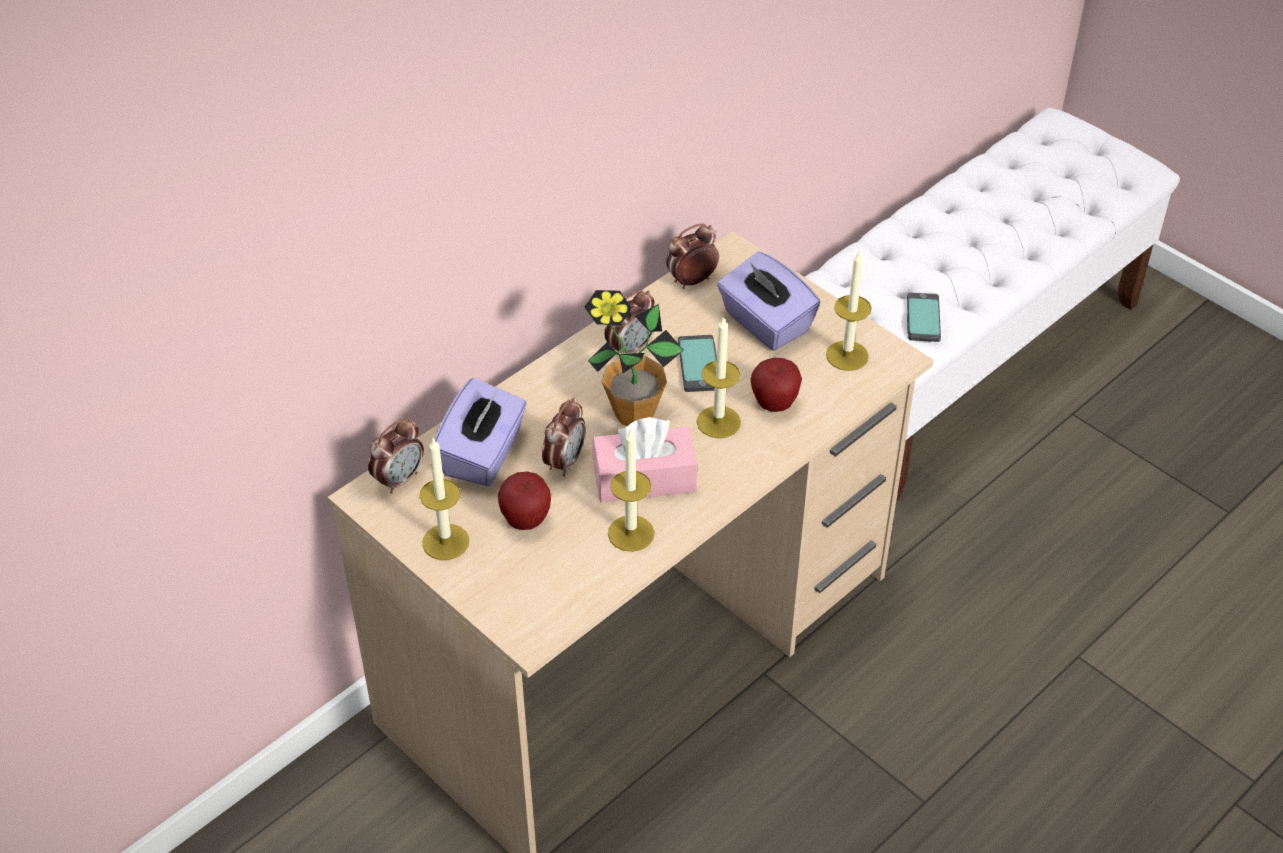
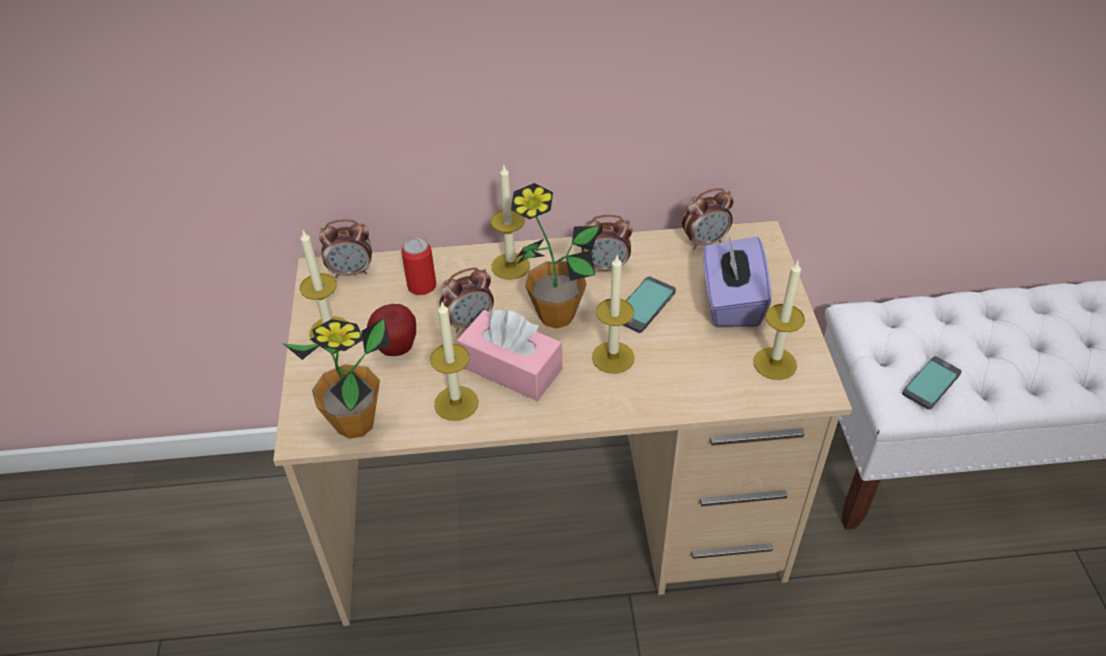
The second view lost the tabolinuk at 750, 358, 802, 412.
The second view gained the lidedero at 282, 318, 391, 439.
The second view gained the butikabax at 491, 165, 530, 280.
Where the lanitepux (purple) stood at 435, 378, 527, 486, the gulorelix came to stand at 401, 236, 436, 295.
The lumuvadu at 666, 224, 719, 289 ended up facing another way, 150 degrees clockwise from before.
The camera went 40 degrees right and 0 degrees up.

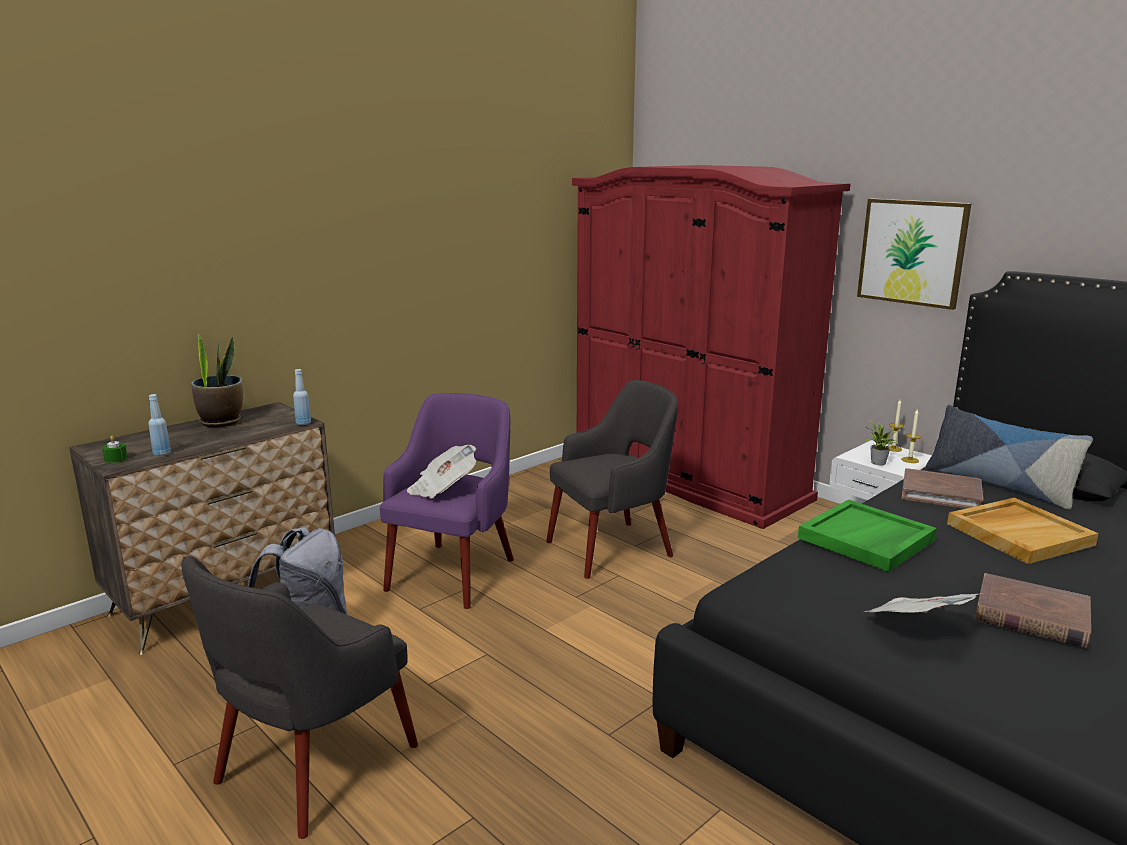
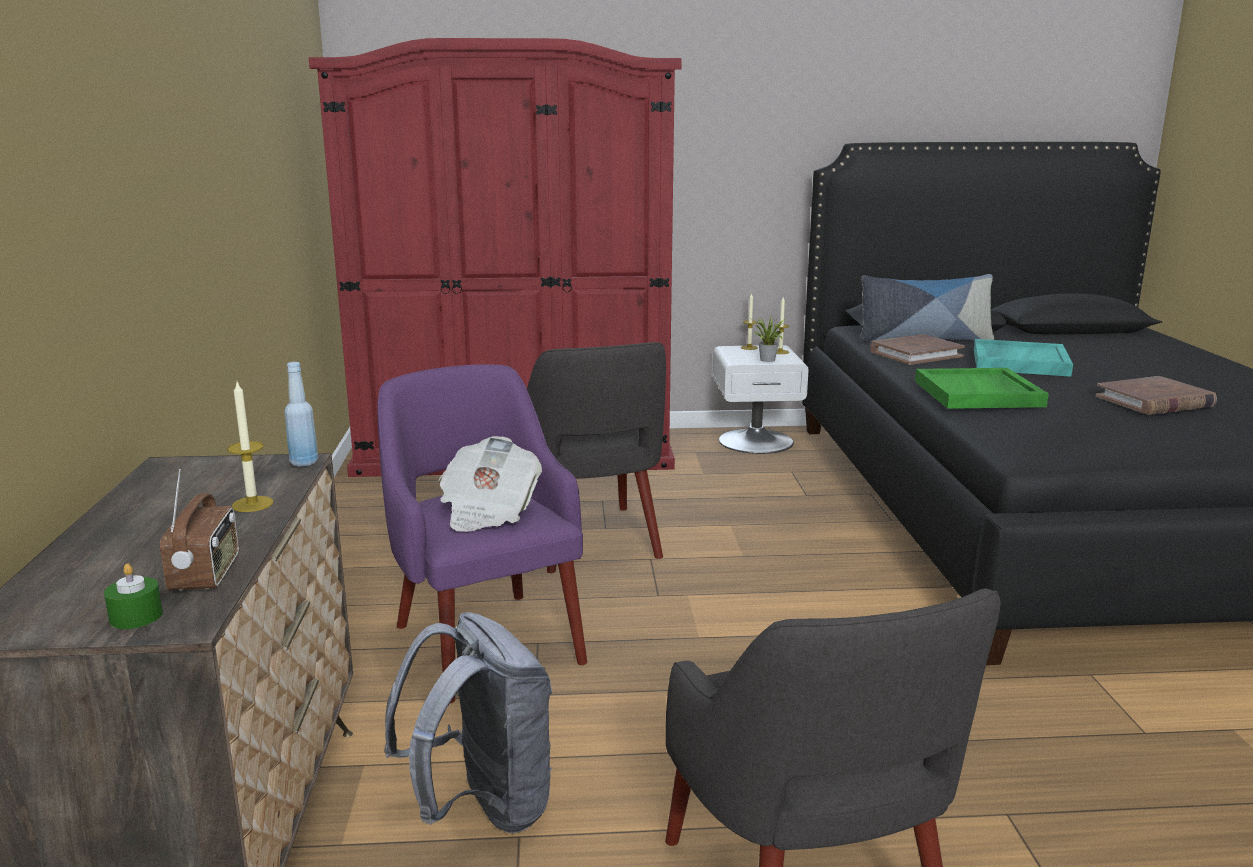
The second view lost the lidedero at 191, 333, 243, 427.
The second view lost the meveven at 857, 198, 971, 310.
The second view lost the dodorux at 864, 594, 978, 613.
The second view gained the butikabax at 227, 382, 273, 512.
Where the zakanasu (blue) stood at 148, 394, 171, 456, the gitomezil came to stand at 160, 469, 239, 590.
What was the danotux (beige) at 947, 498, 1099, 564 turned into the danotux (turquoise) at 974, 339, 1073, 377.
The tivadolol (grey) at 546, 380, 678, 579 ended up facing another way, 150 degrees clockwise from before.
The camera went 50 degrees left and 0 degrees up.

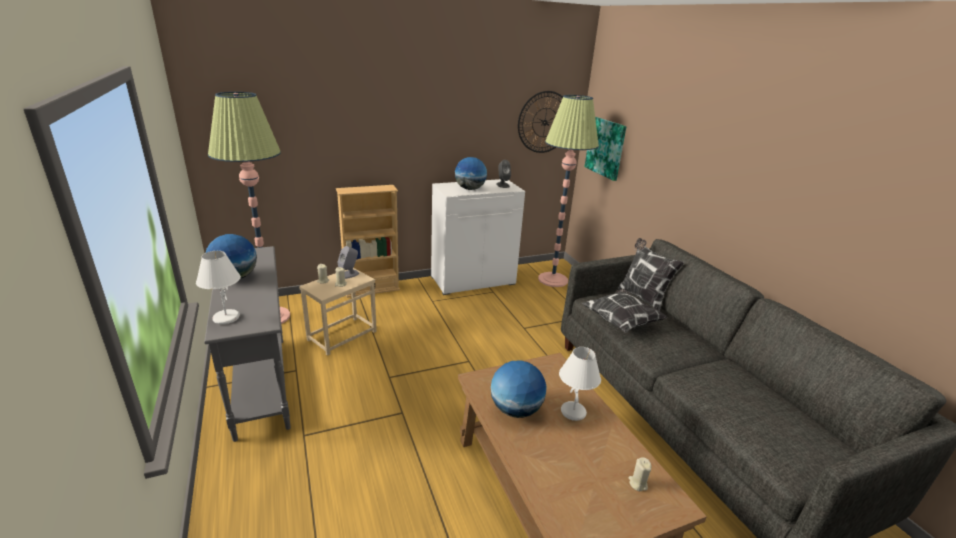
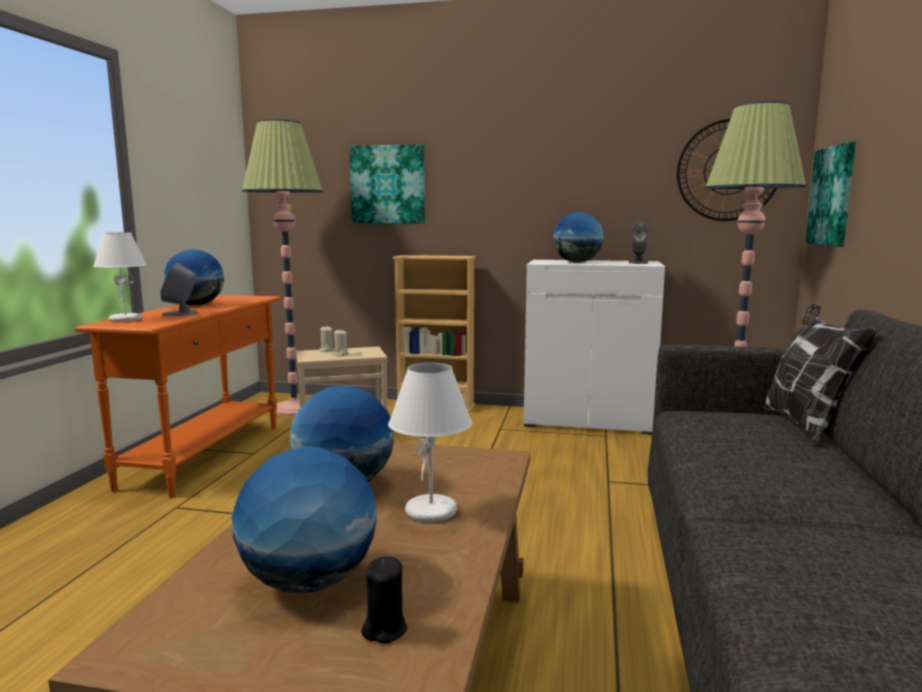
The second view lost the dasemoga at 582, 289, 668, 333.
The second view gained the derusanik at 232, 447, 377, 593.
The second view gained the meveven at 349, 144, 425, 223.
The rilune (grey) ended up elsewhere, having gone from 338, 246, 359, 279 to 160, 263, 198, 316.
What was the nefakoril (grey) at 204, 246, 291, 442 turned into the nefakoril (orange) at 75, 295, 281, 498.
What was the butikabax (beige) at 629, 457, 651, 491 turned into the butikabax (black) at 361, 556, 408, 644.
The camera went 35 degrees right and 15 degrees down.

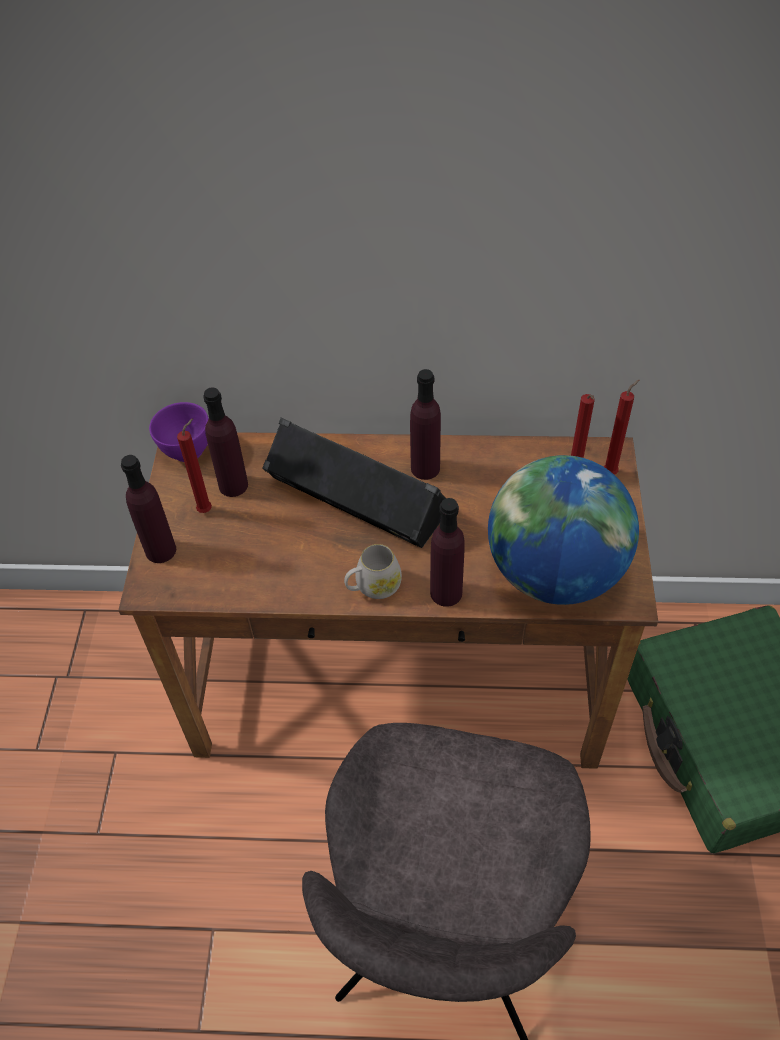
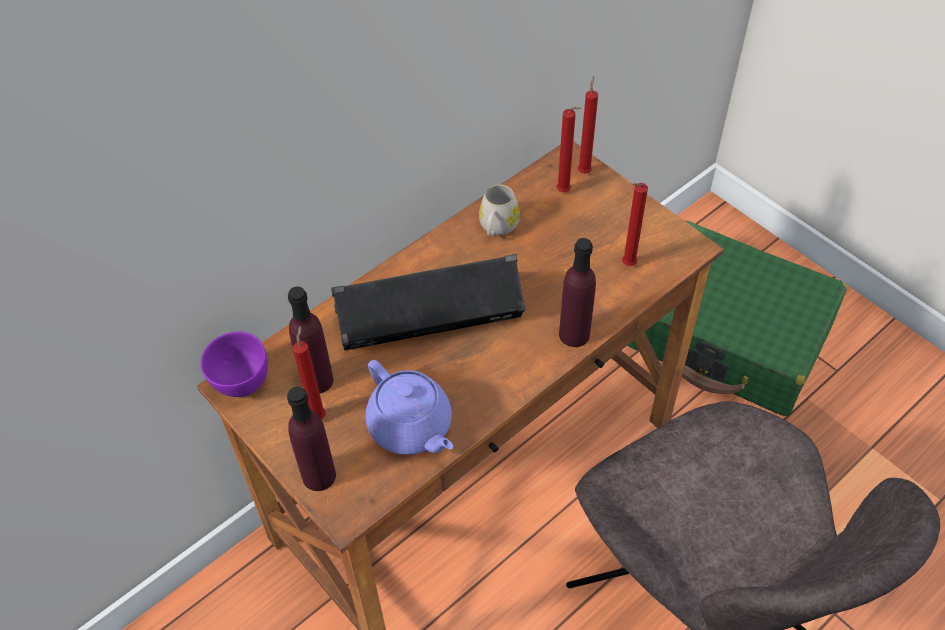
The second view lost the zakanasu (purple) at 410, 369, 441, 480.
The second view gained the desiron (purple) at 365, 360, 453, 455.
The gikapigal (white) ended up elsewhere, having gone from 344, 544, 402, 599 to 479, 184, 520, 236.
Where the derusanik stood at 488, 455, 639, 605, the butikabax (red) came to stand at 622, 183, 648, 266.
The camera went 45 degrees left and 0 degrees up.

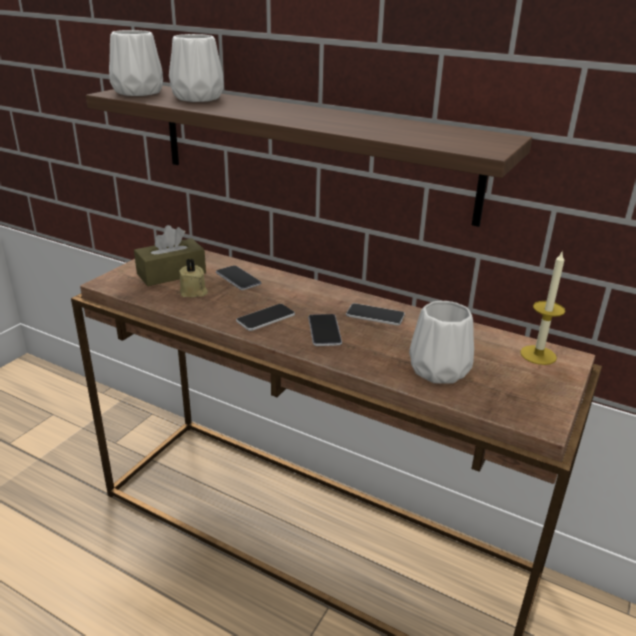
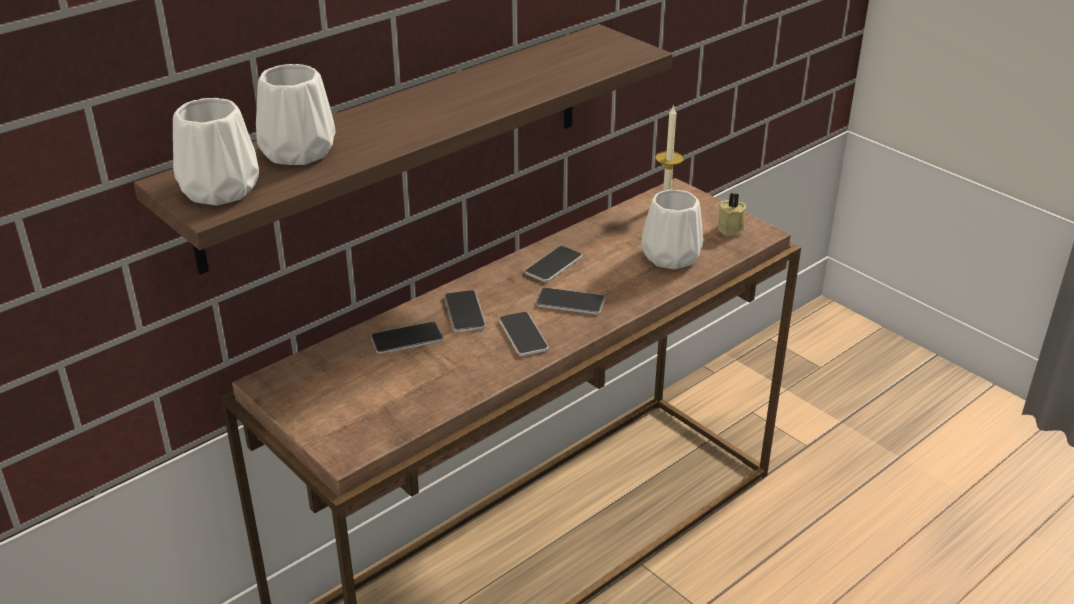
The second view lost the lanitepux (brown) at 134, 225, 206, 286.
The second view gained the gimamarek at 444, 290, 486, 332.
The butikabax (beige) ended up elsewhere, having gone from 179, 259, 208, 297 to 718, 193, 746, 236.
The camera went 70 degrees left and 5 degrees up.

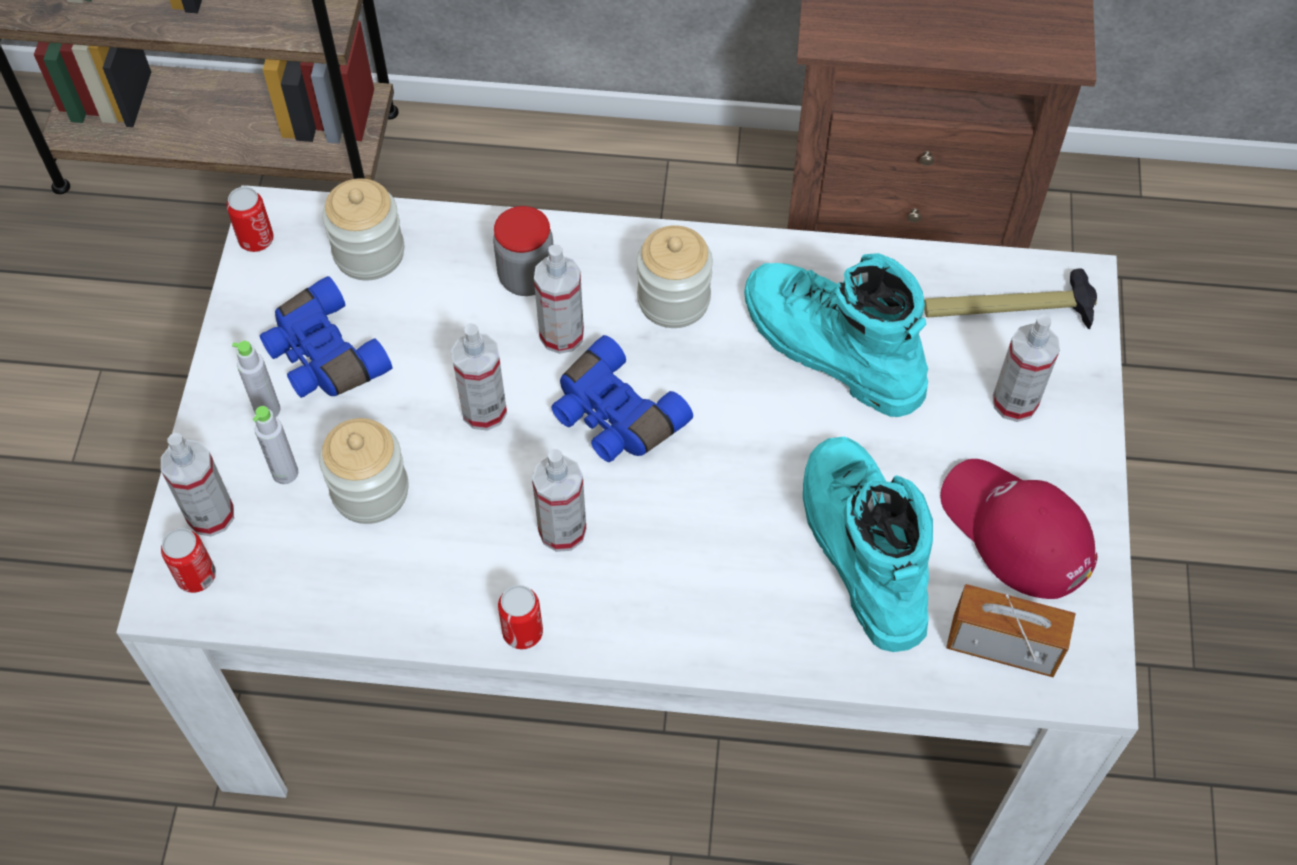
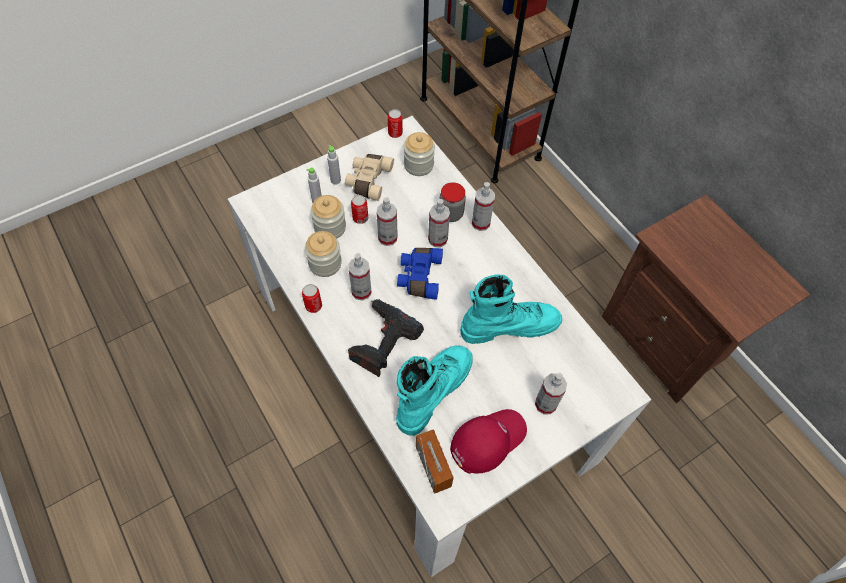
The second view lost the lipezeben at 924, 268, 1097, 329.
The second view gained the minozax at 348, 299, 424, 377.
The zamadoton ended up elsewhere, having gone from 161, 433, 234, 536 to 472, 182, 495, 231.
The gulorelix ended up elsewhere, having gone from 161, 528, 216, 593 to 351, 195, 368, 224.
The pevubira ended up elsewhere, having gone from 637, 225, 713, 328 to 305, 231, 342, 277.
What was the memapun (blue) at 260, 276, 392, 398 turned into the memapun (beige) at 345, 154, 394, 201.
The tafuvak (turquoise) at 744, 253, 928, 417 ended up facing another way, 75 degrees clockwise from before.
The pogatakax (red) at 940, 459, 1097, 599 ended up facing another way, 45 degrees clockwise from before.
The camera went 50 degrees right and 0 degrees up.

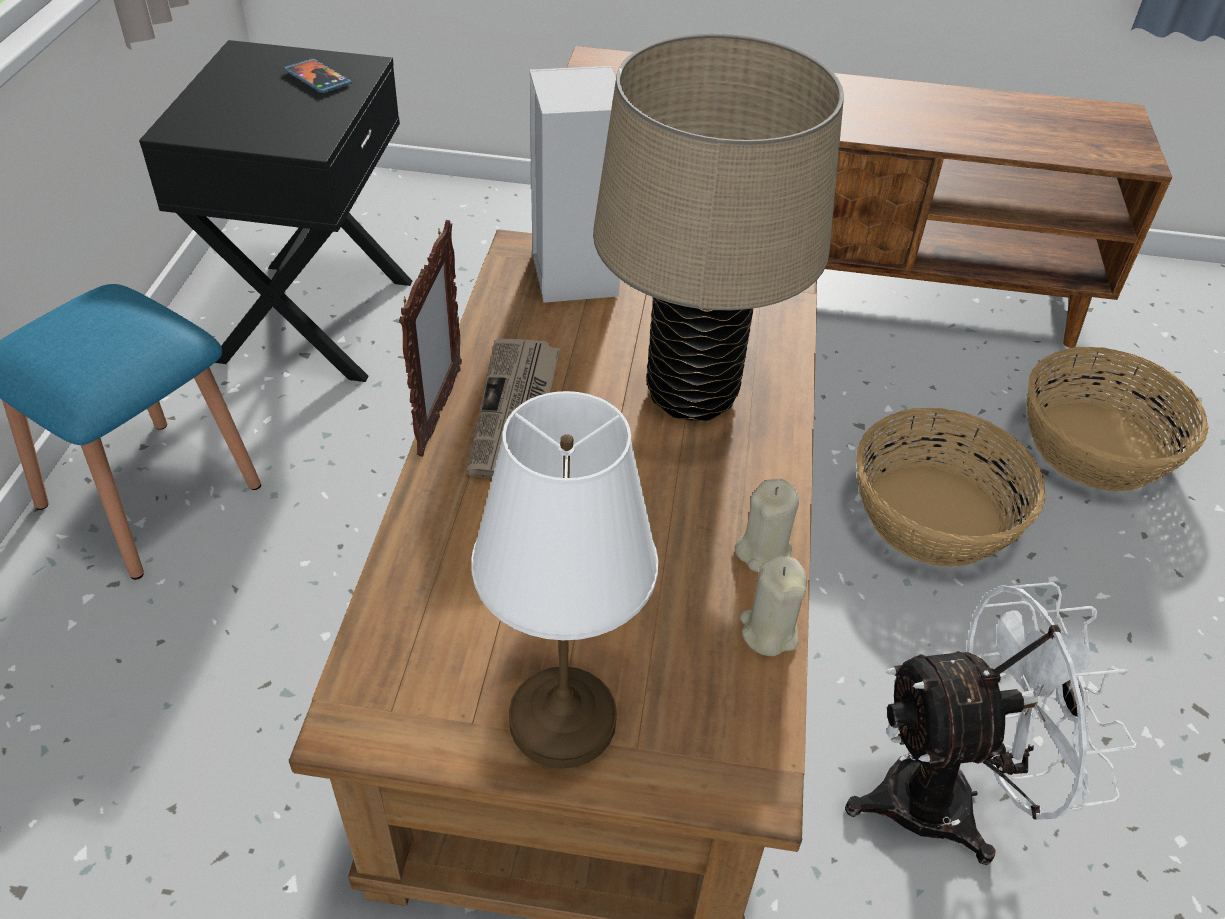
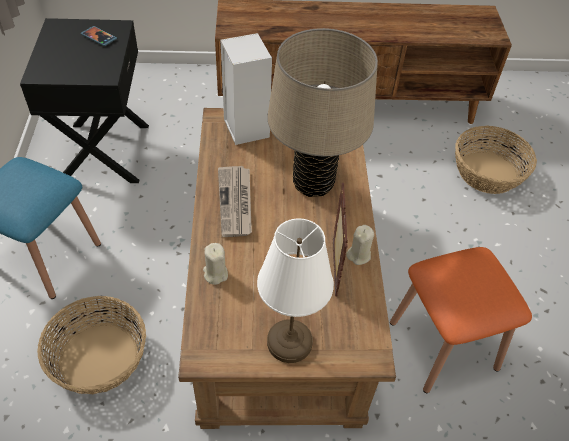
The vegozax ended up elsewhere, having gone from 399, 220, 462, 457 to 333, 183, 348, 297.
The butikabax (beige) ended up elsewhere, having gone from 740, 556, 807, 656 to 203, 243, 228, 285.
The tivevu ended up elsewhere, having gone from 856, 408, 1046, 567 to 37, 296, 146, 394.
Where the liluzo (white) stood at 845, 582, 1137, 865, the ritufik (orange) came to stand at 390, 247, 532, 393.
The camera went 10 degrees left and 5 degrees up.

